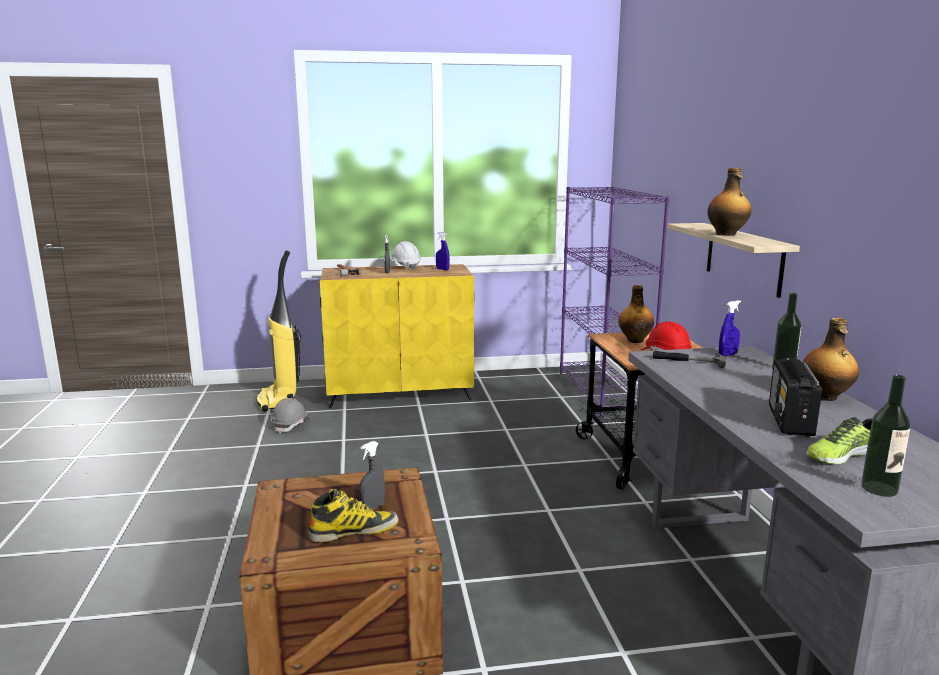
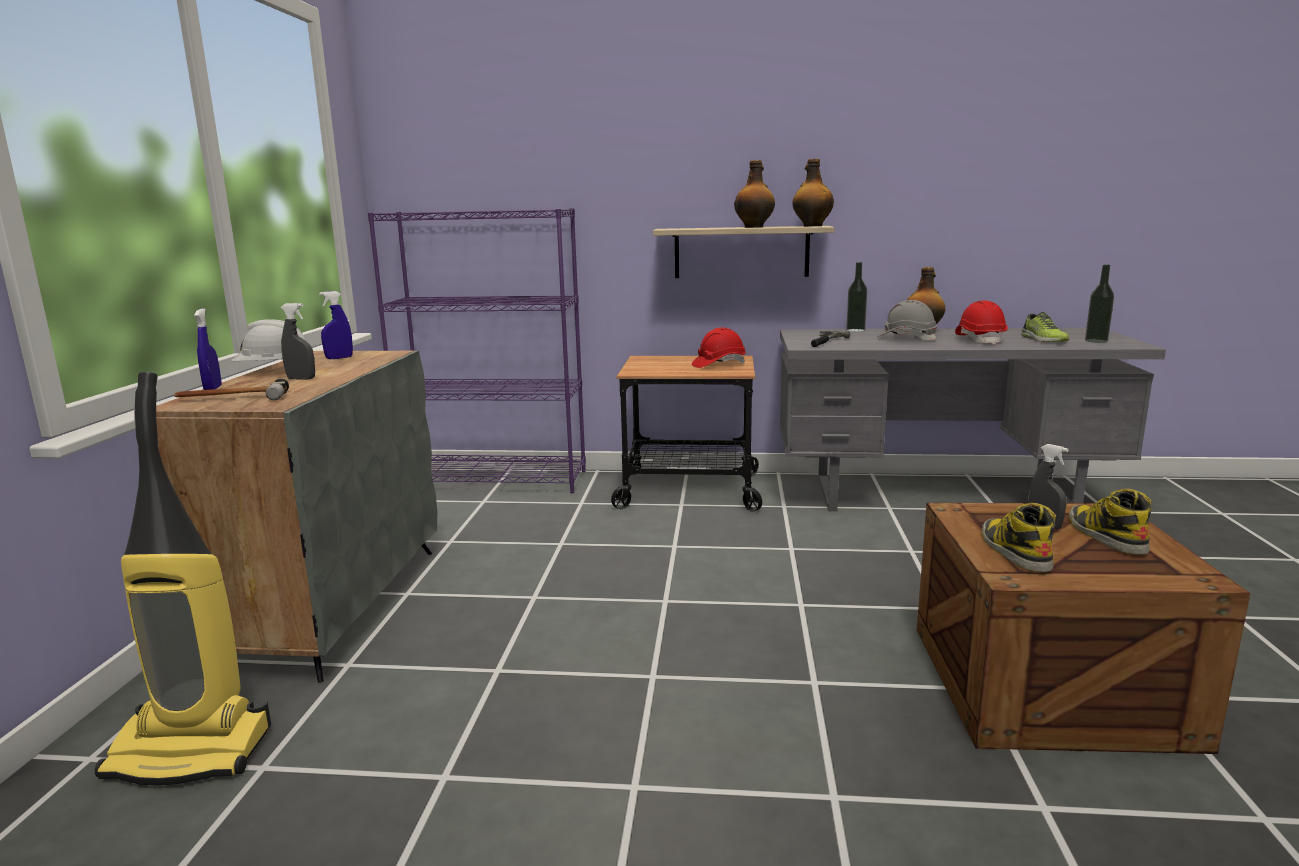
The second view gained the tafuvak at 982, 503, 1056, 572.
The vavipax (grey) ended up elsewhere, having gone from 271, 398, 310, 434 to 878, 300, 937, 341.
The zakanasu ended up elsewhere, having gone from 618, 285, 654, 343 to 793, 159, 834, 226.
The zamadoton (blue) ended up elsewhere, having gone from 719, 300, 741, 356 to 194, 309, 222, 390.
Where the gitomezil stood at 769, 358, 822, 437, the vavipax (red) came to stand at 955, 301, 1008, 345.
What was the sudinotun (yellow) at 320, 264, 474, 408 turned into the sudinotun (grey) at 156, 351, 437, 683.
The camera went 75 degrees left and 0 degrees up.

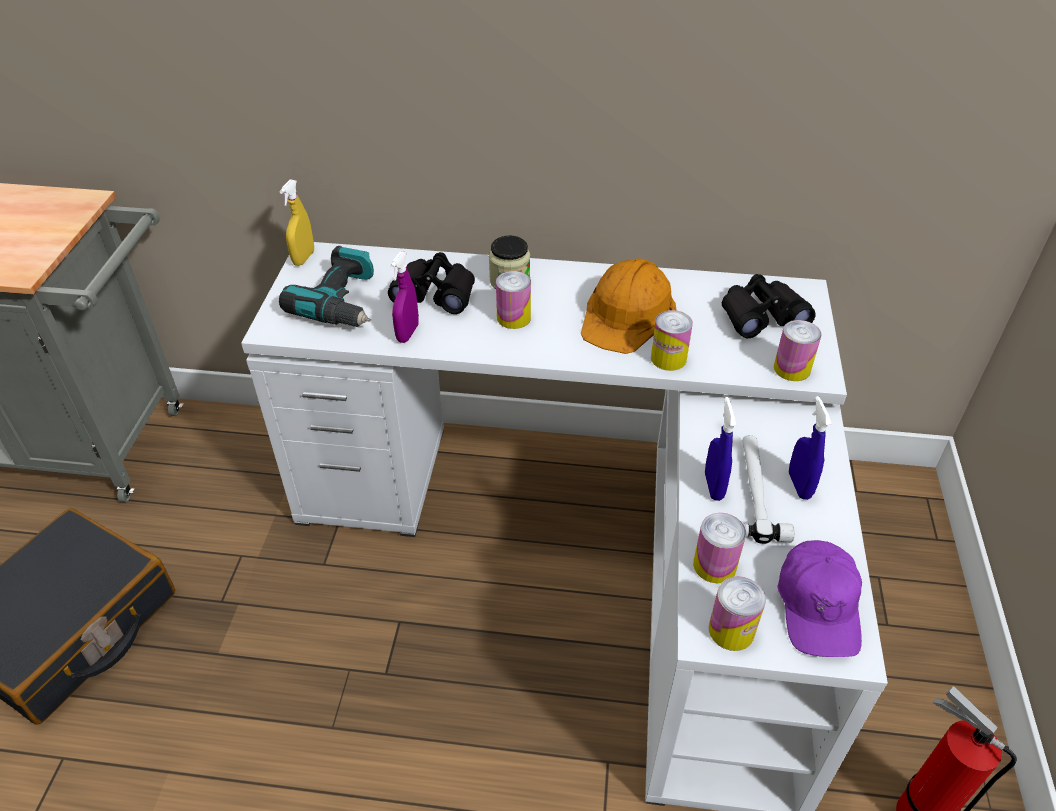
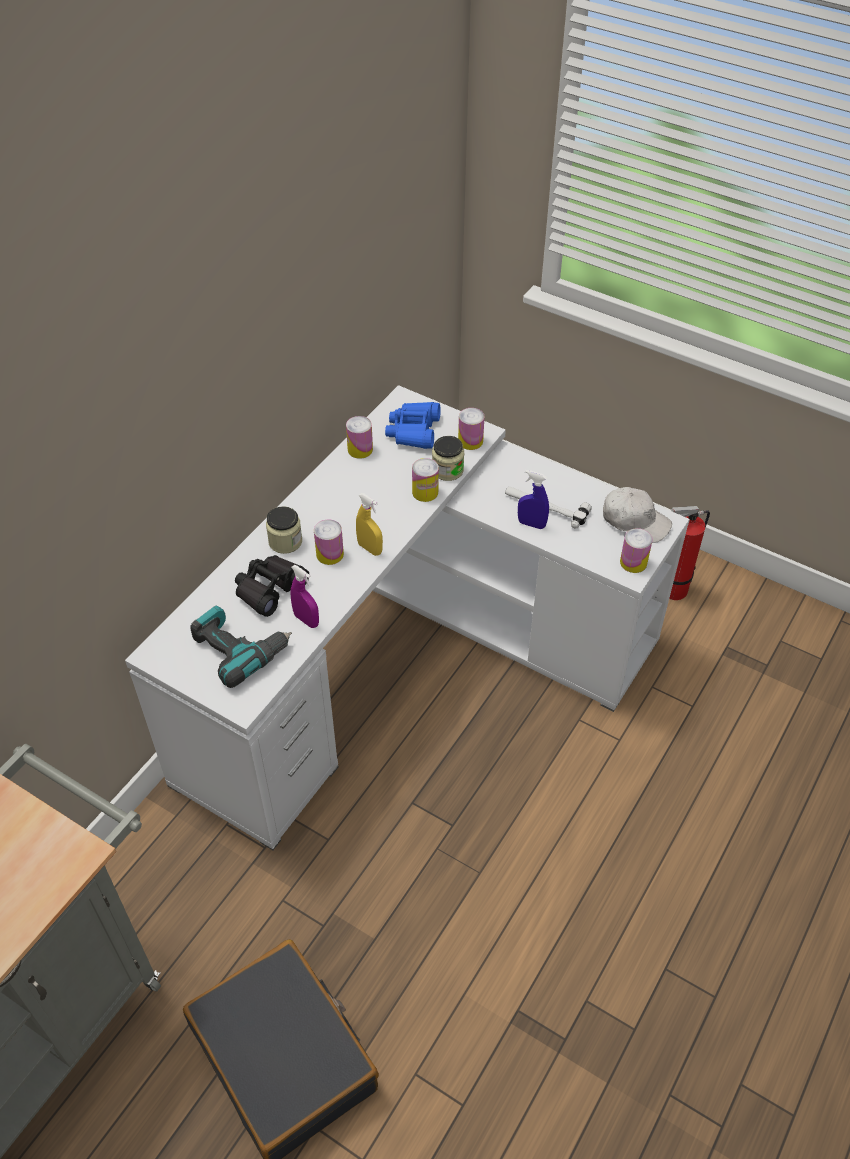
The second view lost the vavipax (orange) at 581, 258, 677, 354.
The second view lost the zamadoton (blue) at 789, 396, 831, 500.
The second view gained the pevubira at 432, 436, 464, 481.
The zamadoton (yellow) ended up elsewhere, having gone from 280, 179, 314, 266 to 356, 493, 383, 556.
The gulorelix ended up elsewhere, having gone from 693, 513, 746, 583 to 346, 416, 373, 459.
What was the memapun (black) at 722, 274, 816, 338 turned into the memapun (blue) at 385, 402, 441, 449.
What was the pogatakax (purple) at 778, 540, 862, 657 turned into the pogatakax (white) at 603, 487, 672, 543.
The camera went 65 degrees left and 5 degrees up.

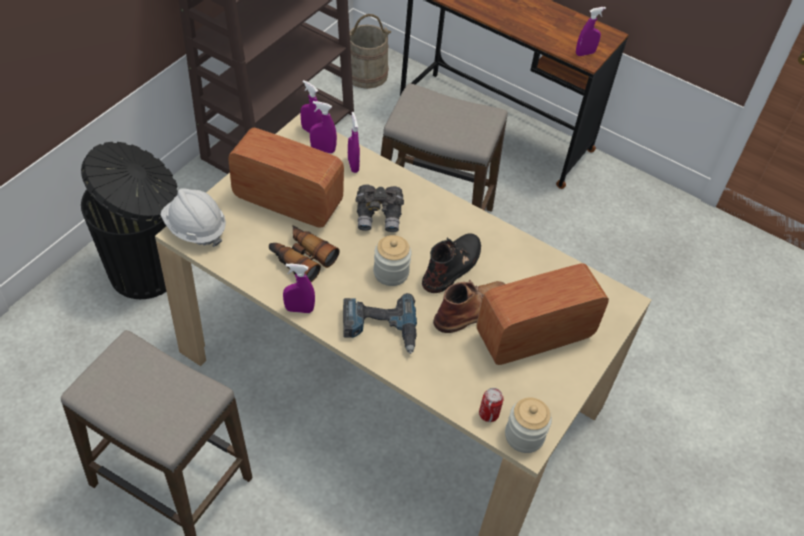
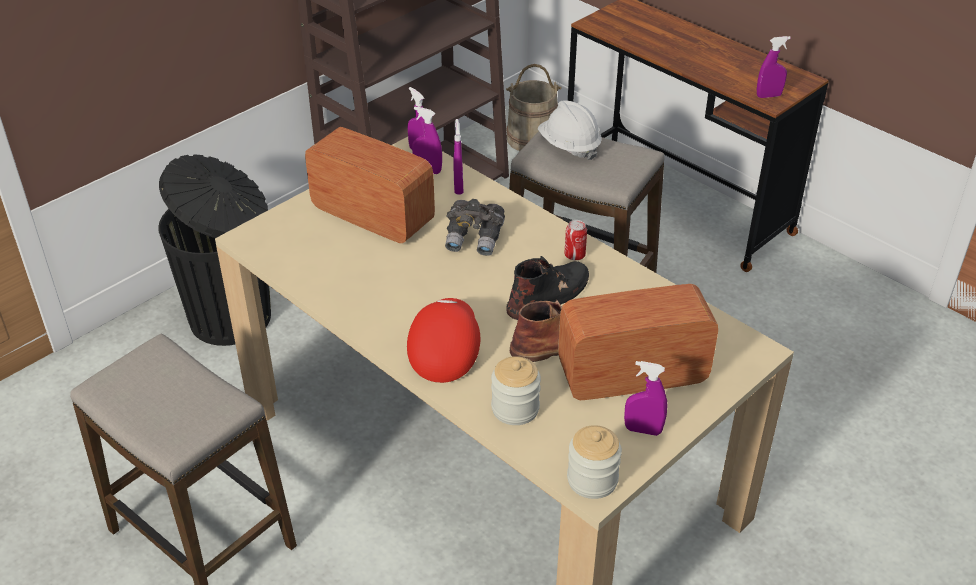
The second view lost the memapun at 269, 225, 340, 282.
The vavipax (white) ended up elsewhere, having gone from 161, 188, 226, 247 to 538, 100, 602, 160.
The zamadoton (purple) ended up elsewhere, having gone from 283, 263, 315, 313 to 624, 361, 668, 436.
The pevubira ended up elsewhere, having gone from 373, 235, 412, 286 to 491, 356, 541, 425.
The gulorelix ended up elsewhere, having gone from 479, 388, 504, 422 to 564, 220, 587, 260.
Where the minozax stood at 343, 293, 417, 354, the pogatakax (red) came to stand at 407, 298, 480, 383.
The camera went 15 degrees right and 10 degrees down.

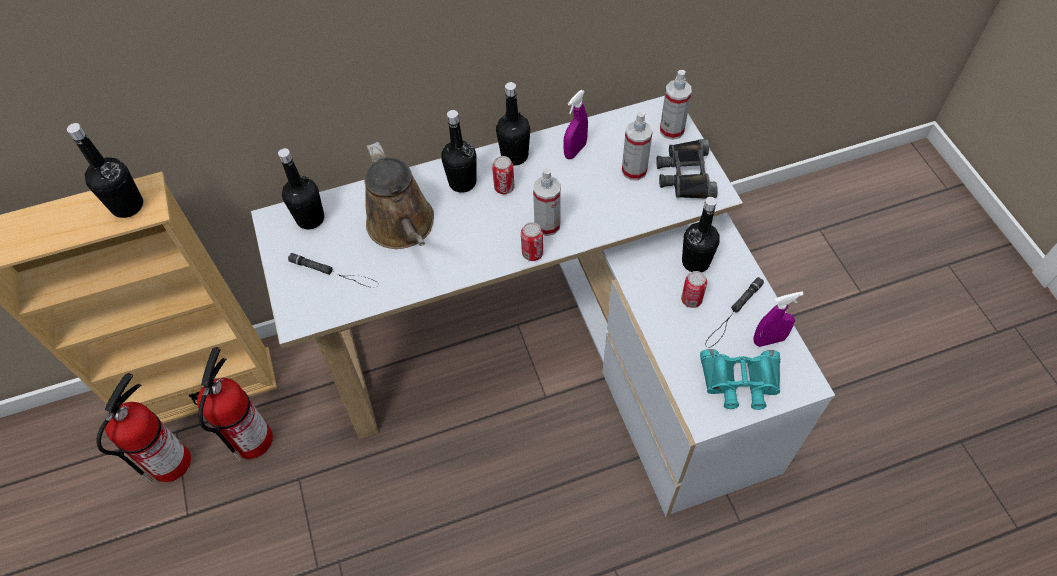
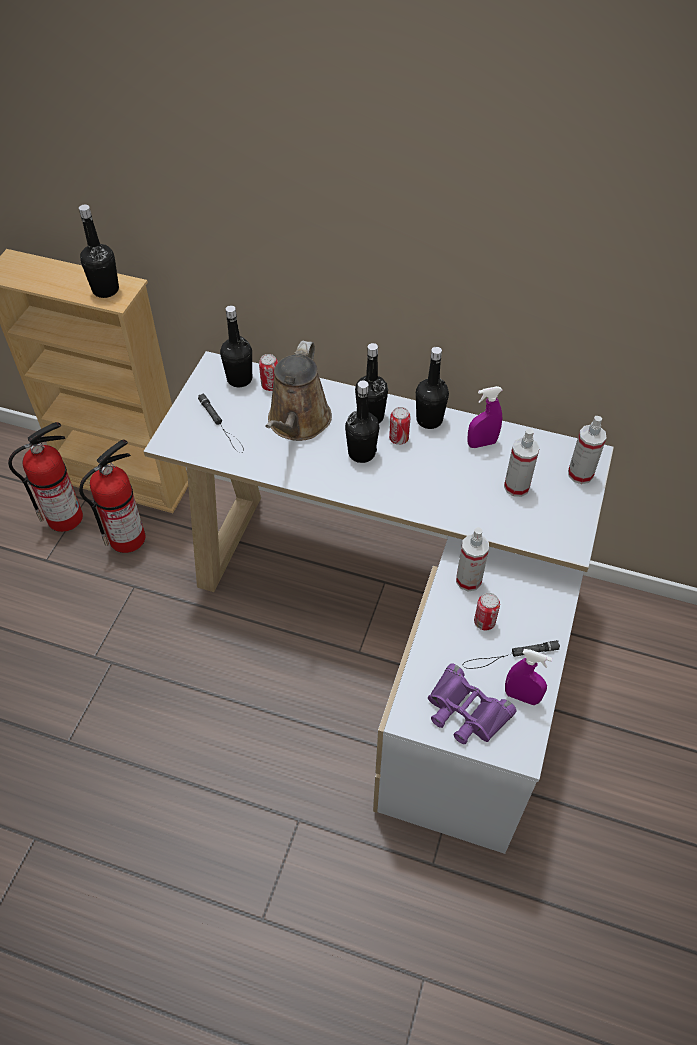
The second view lost the memapun (black) at 656, 139, 718, 199.
The gulorelix ended up elsewhere, having gone from 521, 222, 543, 261 to 259, 354, 278, 391.
The zamadoton ended up elsewhere, having gone from 533, 168, 561, 236 to 456, 527, 489, 591.
The zakanasu (black) ended up elsewhere, having gone from 682, 197, 720, 272 to 345, 380, 379, 463.
What was the memapun (turquoise) at 700, 349, 780, 410 turned into the memapun (purple) at 428, 664, 516, 744.
The camera went 35 degrees right and 5 degrees down.

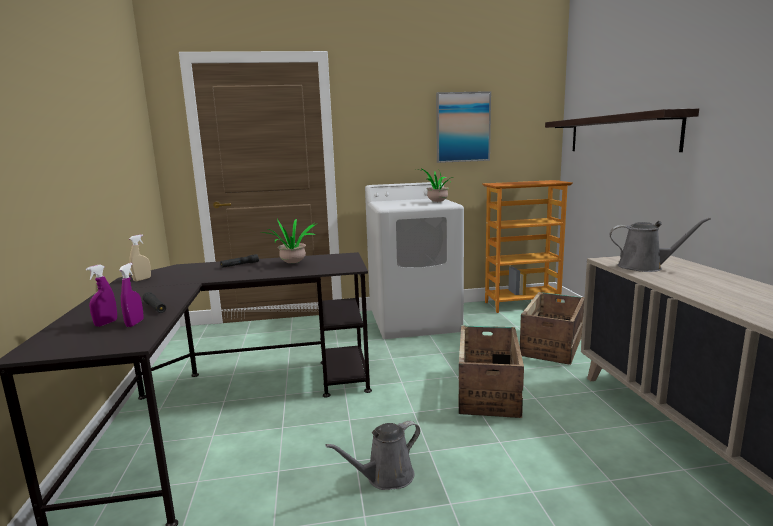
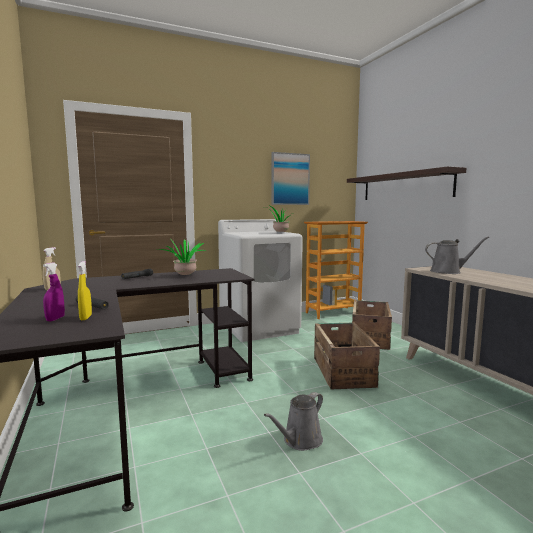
What was the zamadoton (purple) at 119, 263, 143, 327 turned into the zamadoton (yellow) at 78, 261, 92, 320.
The camera went 15 degrees left and 5 degrees down.

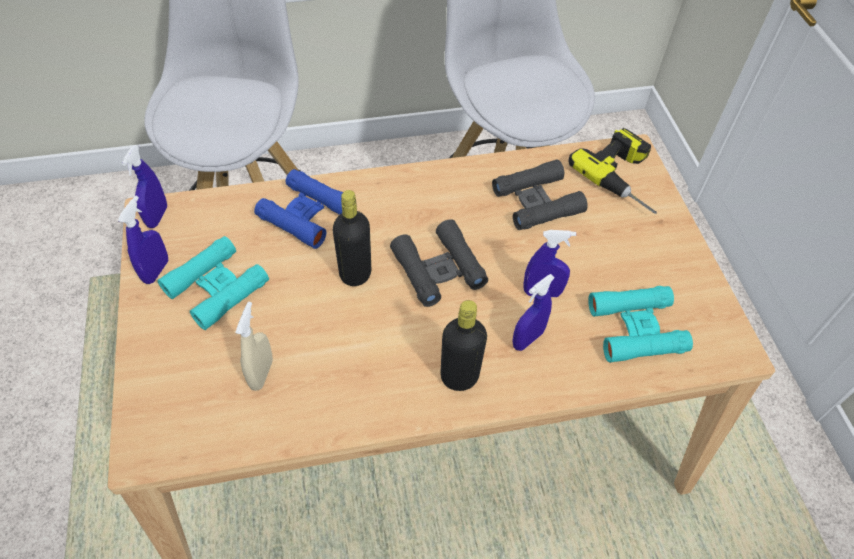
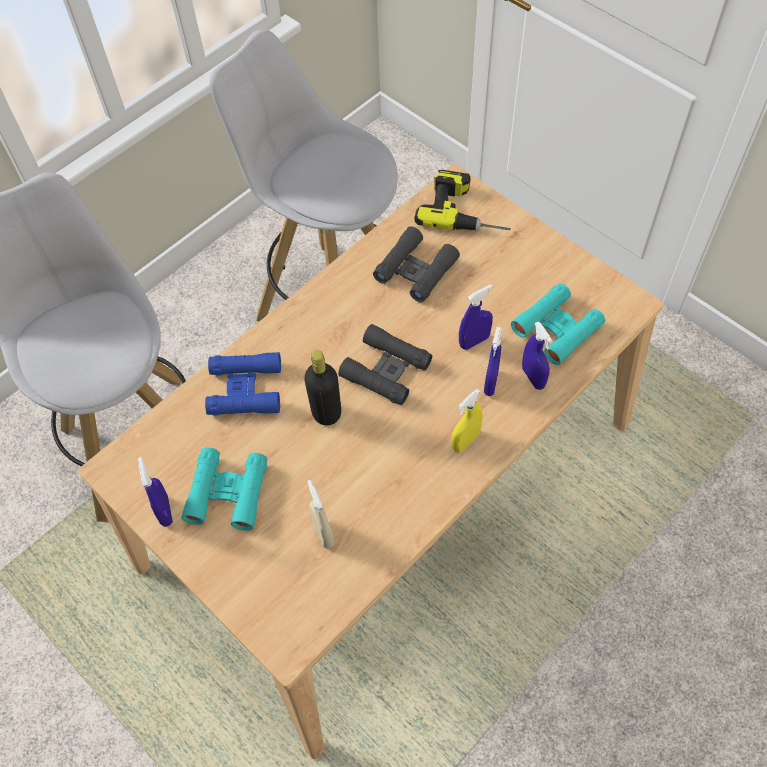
The zamadoton (blue) ended up elsewhere, having gone from 122, 145, 167, 228 to 522, 322, 553, 390.
Where the zakanasu (black) stood at 440, 300, 487, 391, the zamadoton (yellow) came to stand at 452, 389, 483, 453.
The camera went 30 degrees left and 5 degrees up.

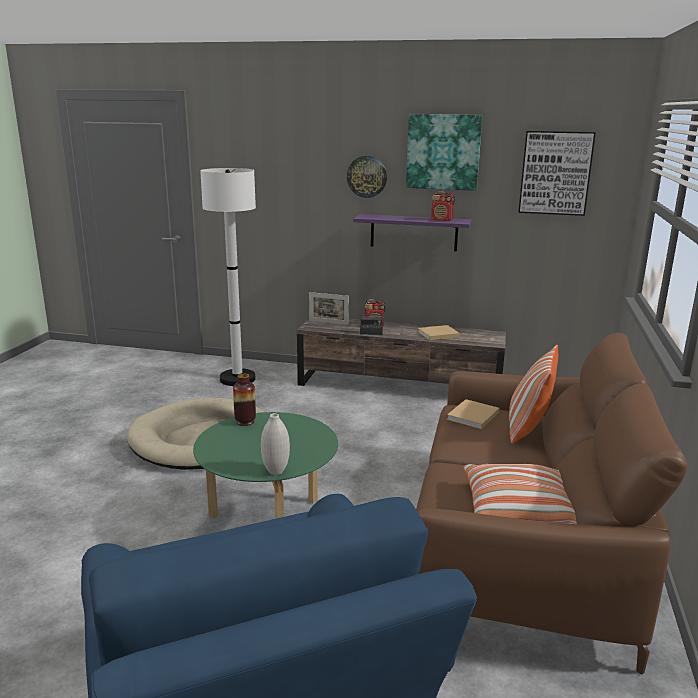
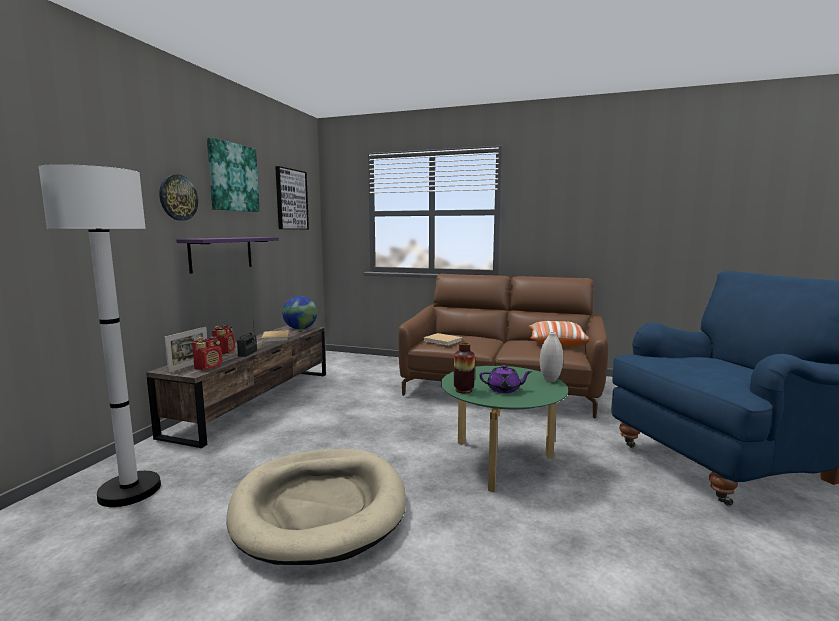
The second view lost the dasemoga at 509, 345, 558, 444.
The second view gained the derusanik at 282, 296, 317, 330.
The second view gained the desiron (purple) at 480, 365, 533, 393.
The gitomezil ended up elsewhere, having gone from 431, 191, 455, 221 to 192, 336, 222, 370.
The camera went 85 degrees left and 10 degrees down.

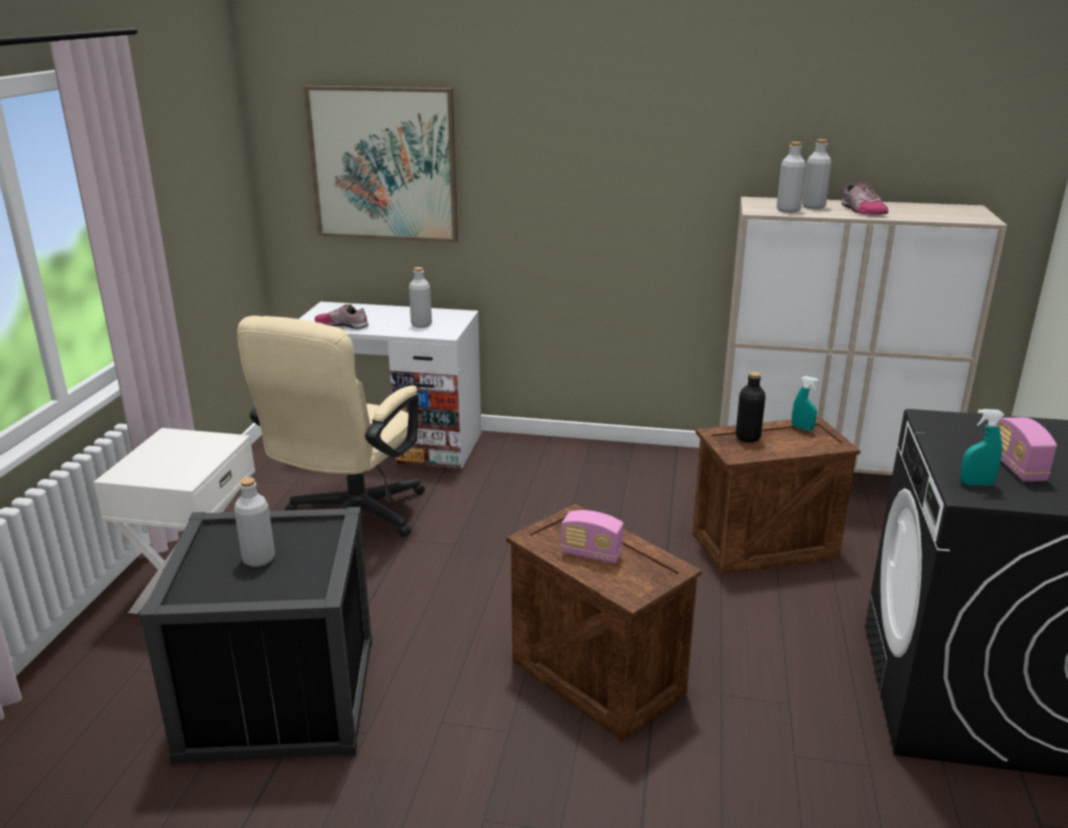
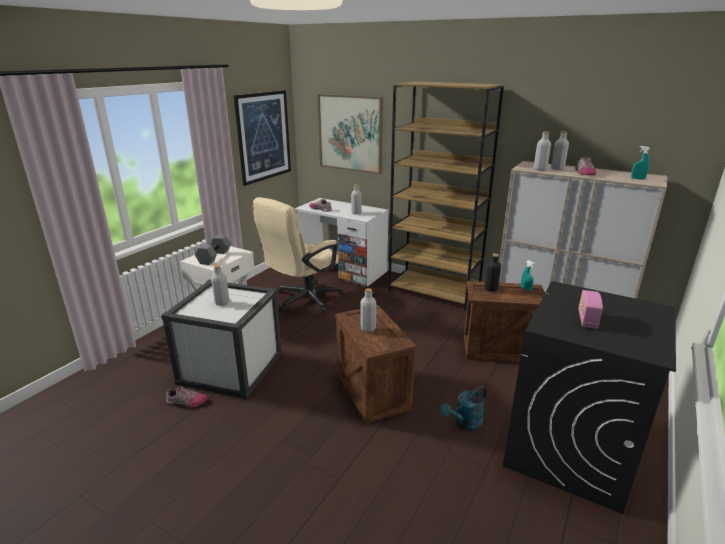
The second view gained the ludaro at 166, 386, 208, 407.
The second view gained the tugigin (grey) at 195, 235, 231, 265.
The second view gained the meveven at 233, 90, 291, 186.
The second view gained the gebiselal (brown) at 388, 81, 504, 311.
The second view gained the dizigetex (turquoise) at 440, 386, 487, 430.
The zamadoton (turquoise) ended up elsewhere, having gone from 960, 409, 1004, 485 to 631, 146, 651, 180.
Where the gitomezil stood at 561, 510, 623, 563, the zakanasu (grey) came to stand at 361, 288, 376, 332.
What was the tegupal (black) at 139, 507, 372, 764 turned into the tegupal (white) at 161, 279, 282, 399.
The camera went 20 degrees right and 0 degrees up.

